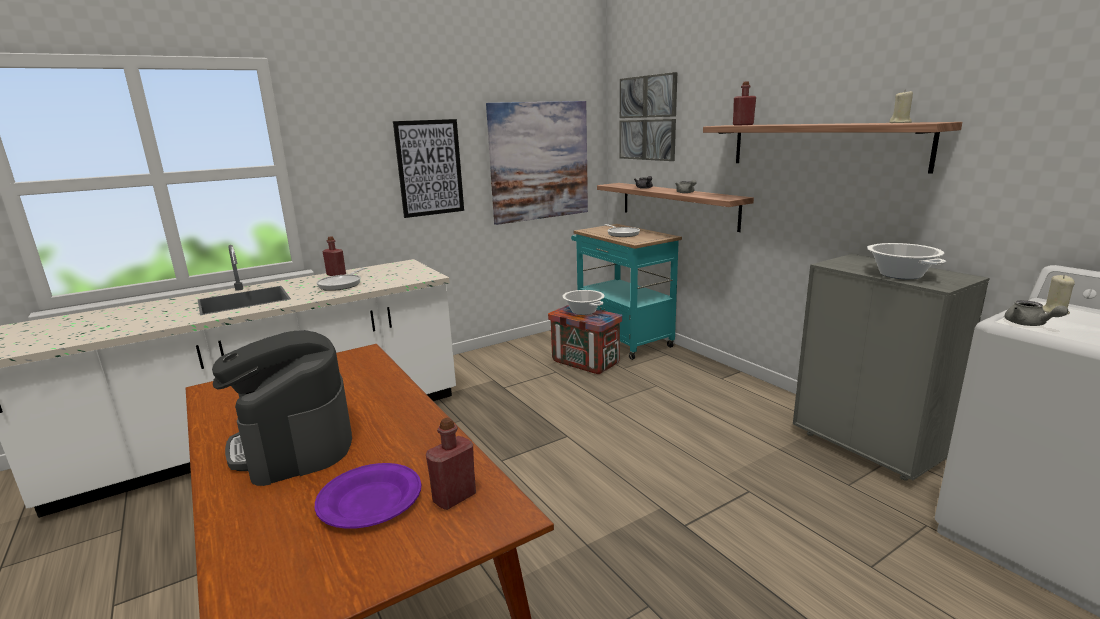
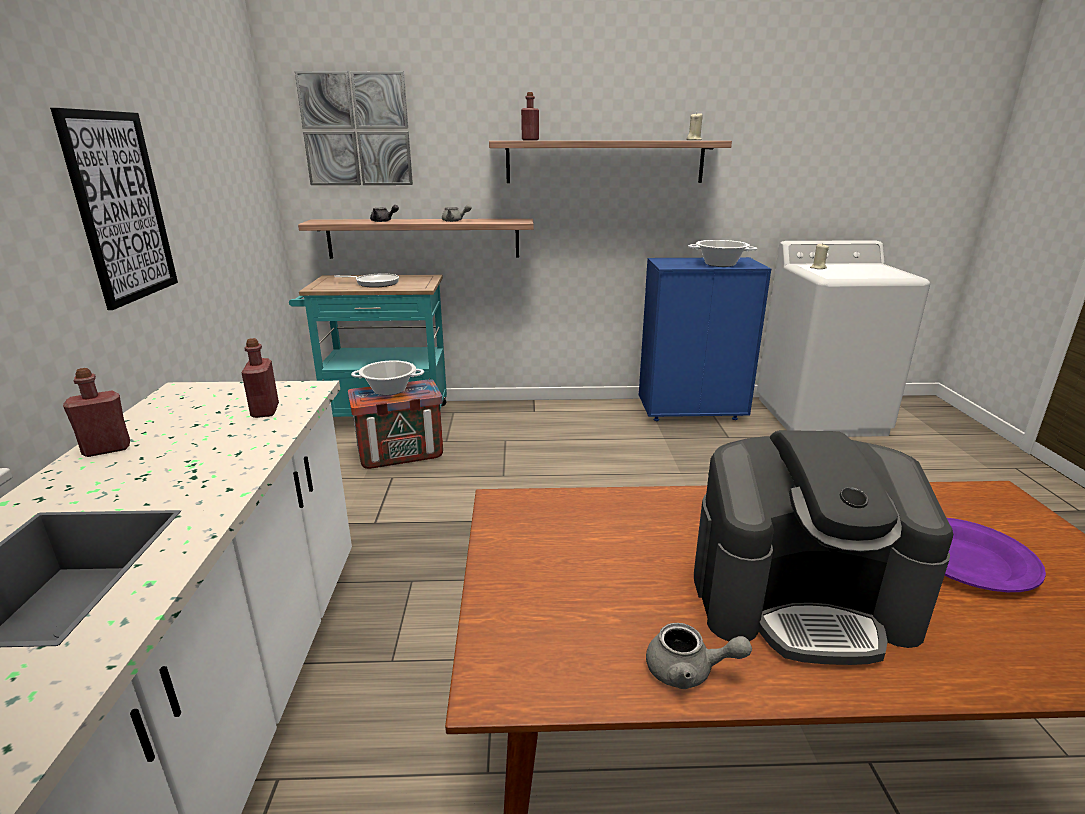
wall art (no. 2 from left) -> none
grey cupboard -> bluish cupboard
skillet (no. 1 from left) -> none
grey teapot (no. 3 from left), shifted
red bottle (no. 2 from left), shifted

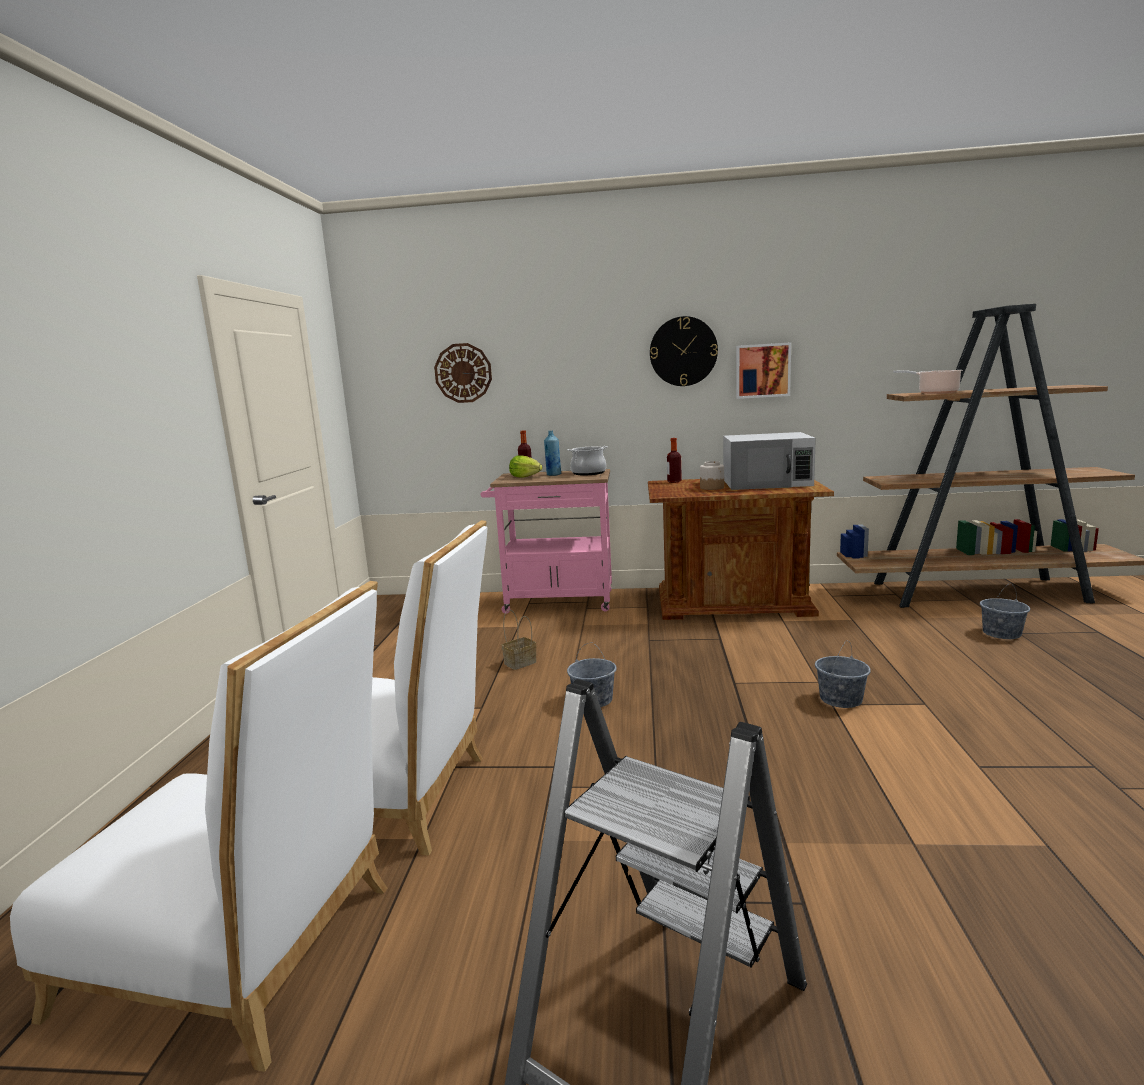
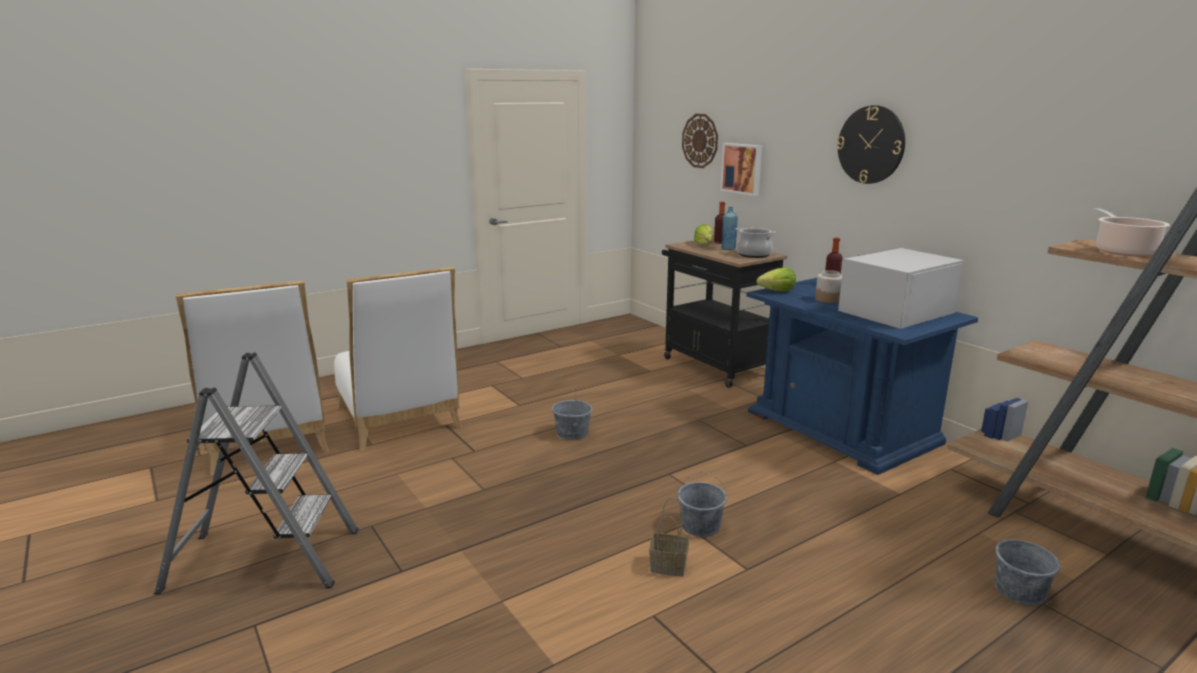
wall art, shifted
white-coloured kitchen microwave, 90 degrees clockwise
pink wheeled cart -> black wheeled cart
brown cupboard -> bluish cupboard
storage basket, shifted
none -> lettuce (no. 2 from left)

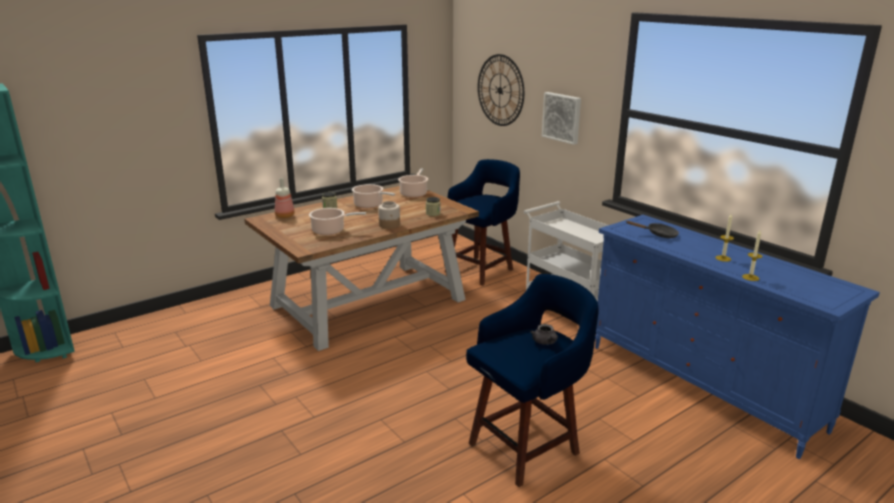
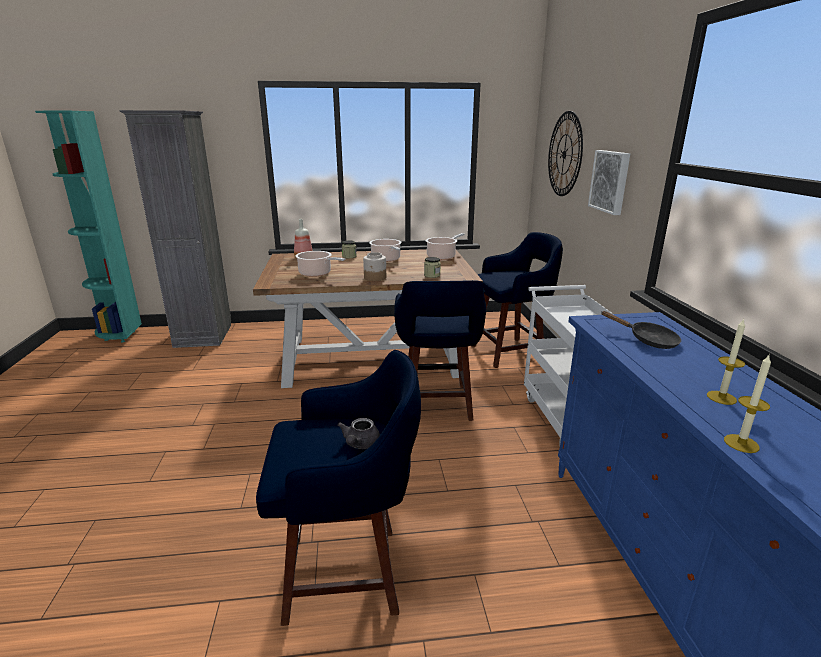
none -> grey cupboard
none -> bluish stool seat (no. 2 from left)

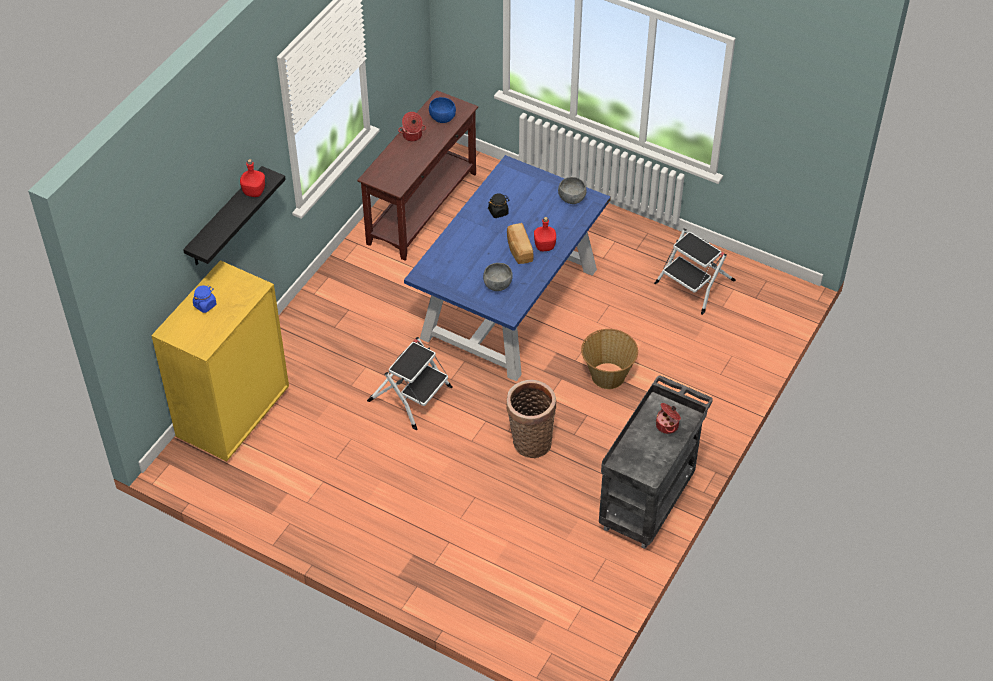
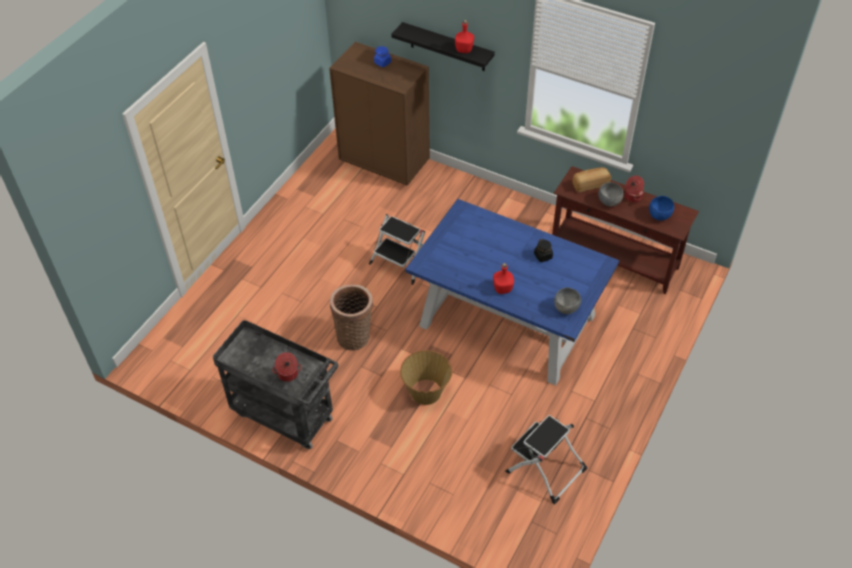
bread, shifted
yellow cupboard -> brown cupboard
grey serving bowl (no. 1 from left in the first image) -> grey serving bowl (no. 2 from left), shifted

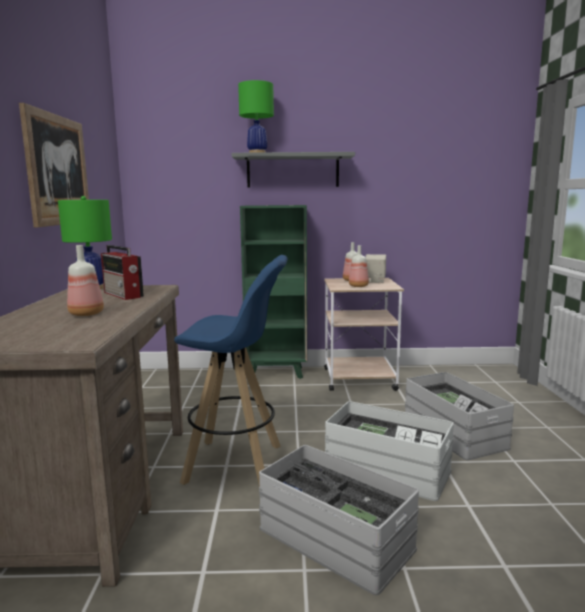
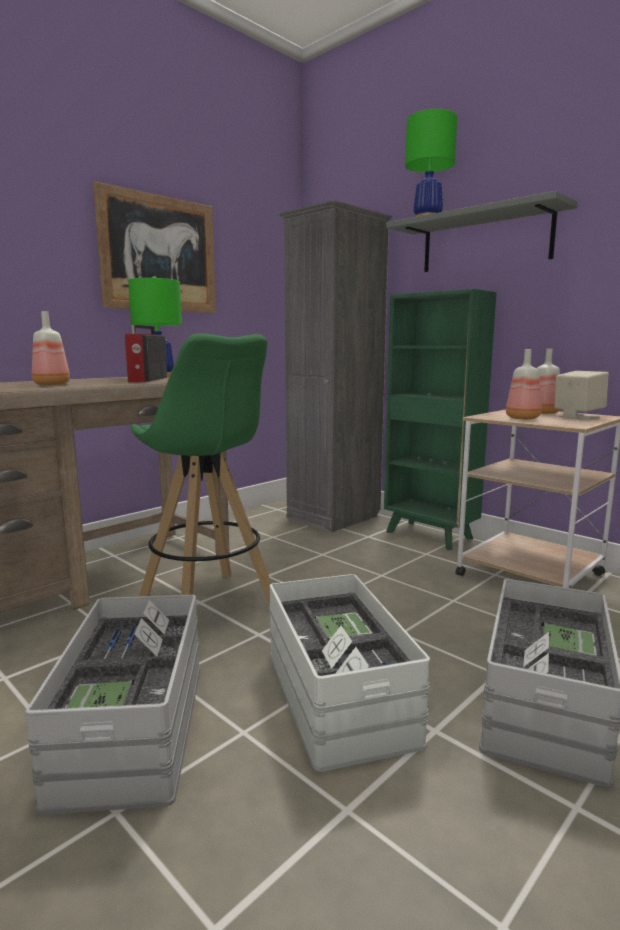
bluish stool seat -> greenish stool seat
none -> grey cupboard

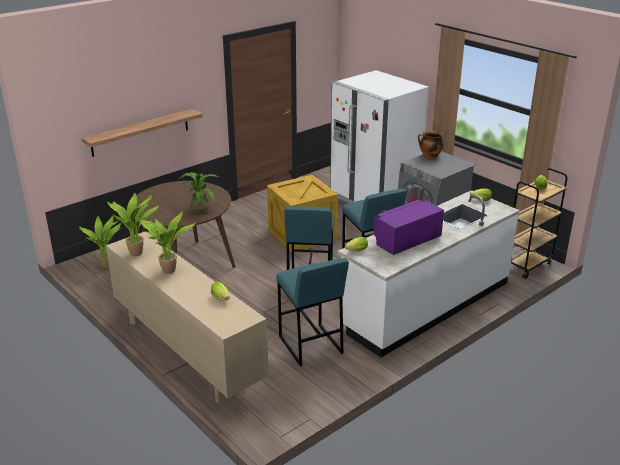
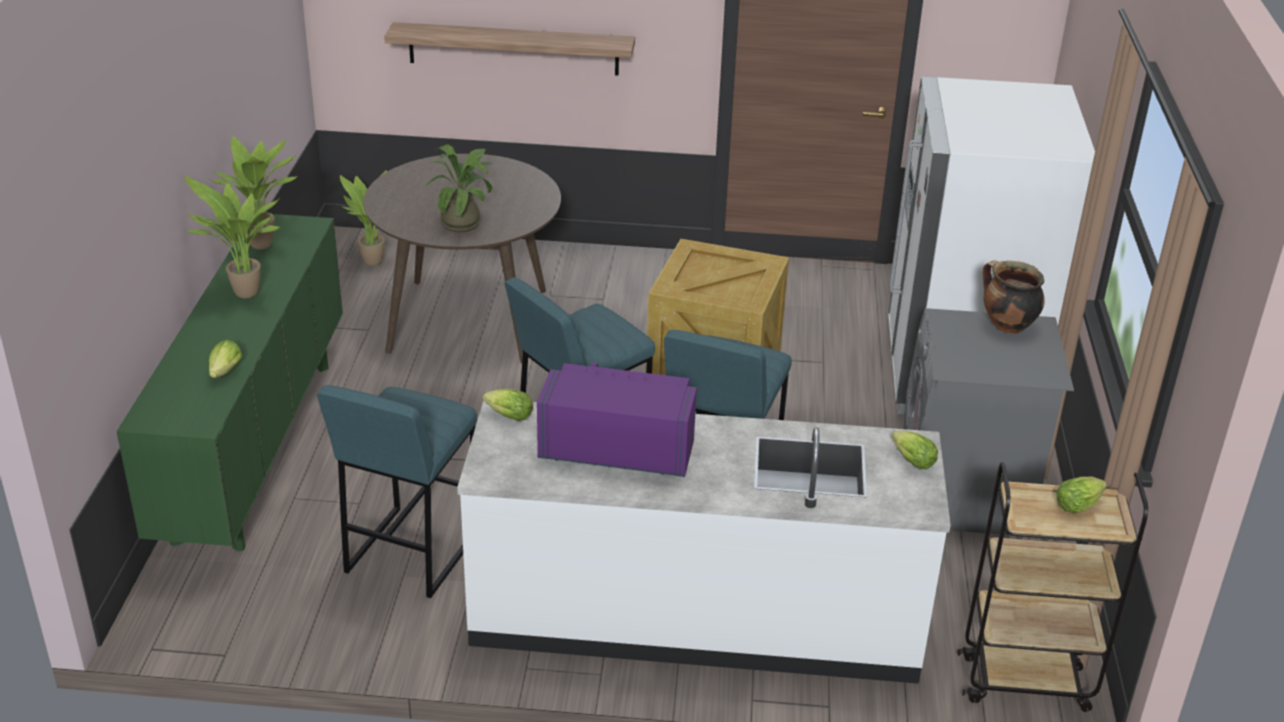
sand-coloured cupboard -> greenish cupboard

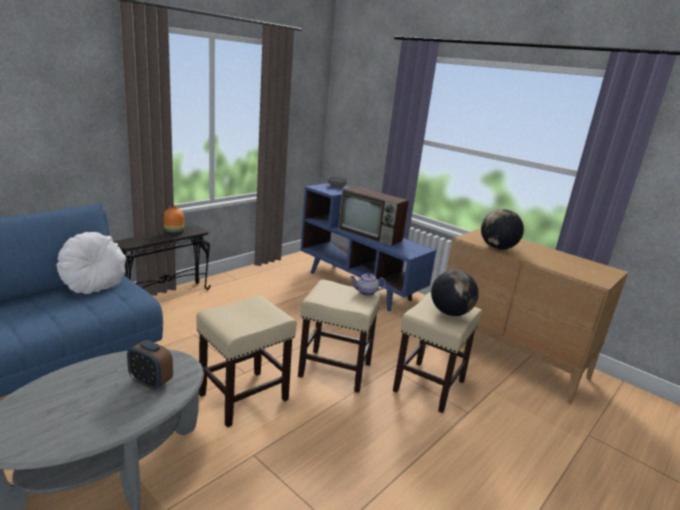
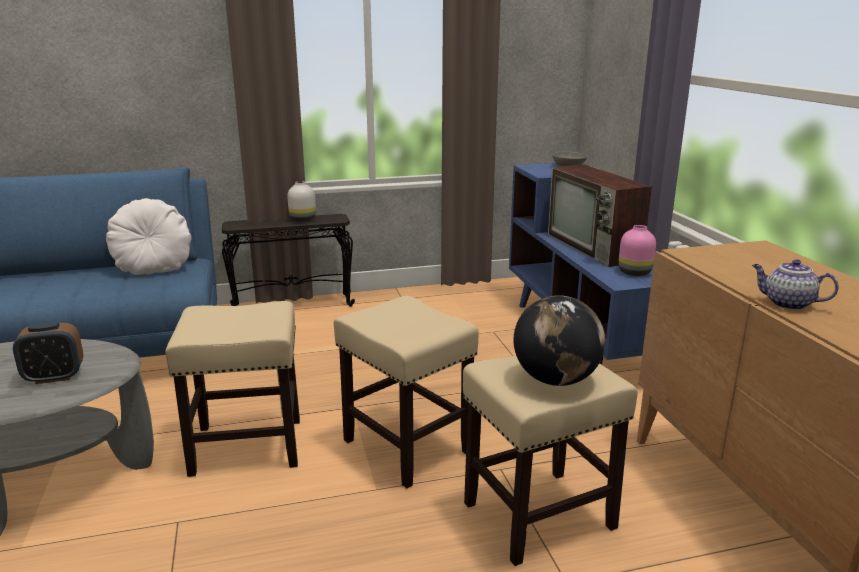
orange vase -> white-coloured vase
globe (no. 2 from left) -> none
teapot, shifted
table clock, 75 degrees counterclockwise
none -> pink vase

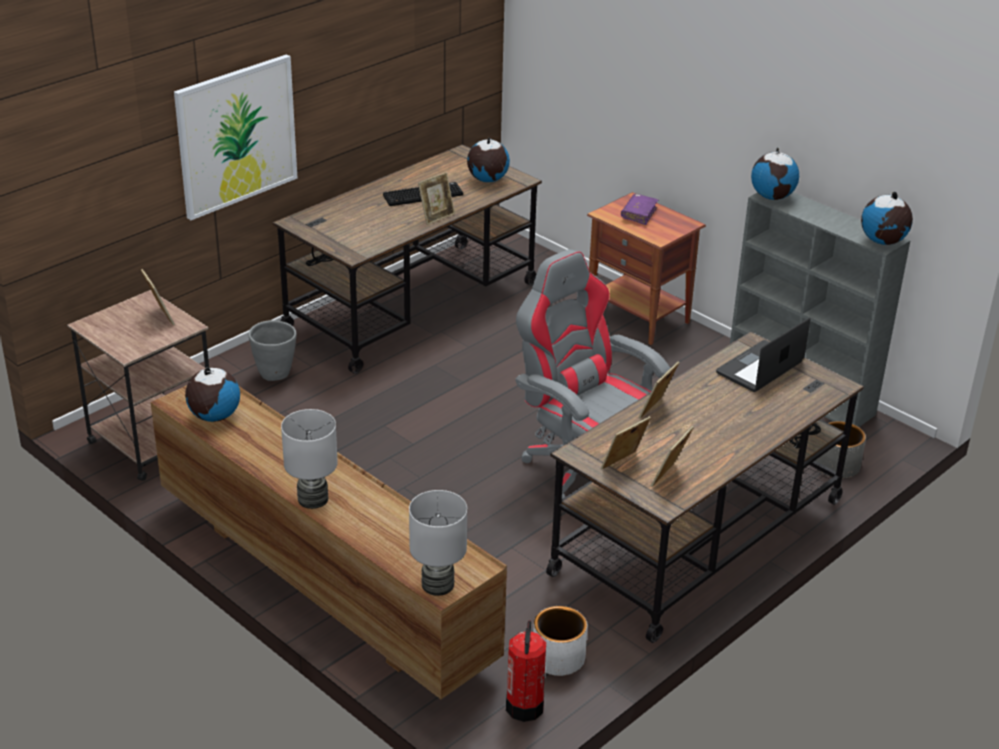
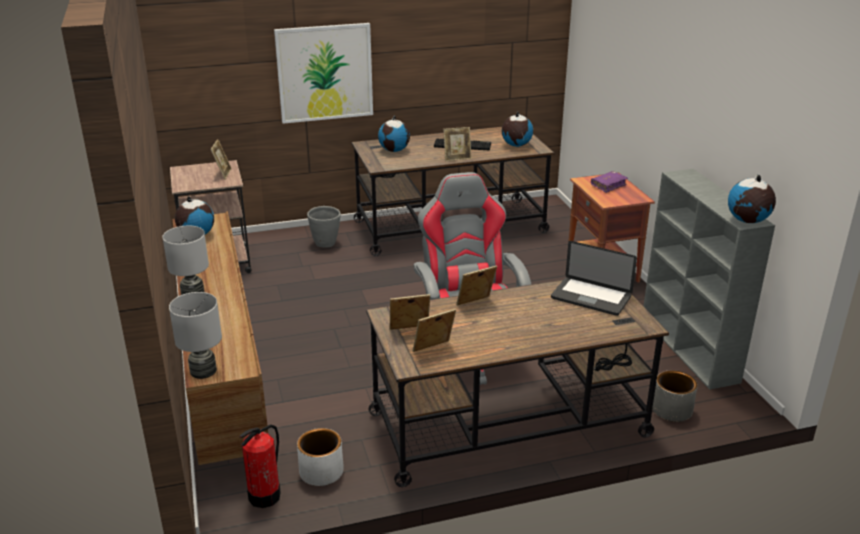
globe (no. 3 from left in the first image) -> globe (no. 2 from left), shifted
notebook computer, 135 degrees counterclockwise

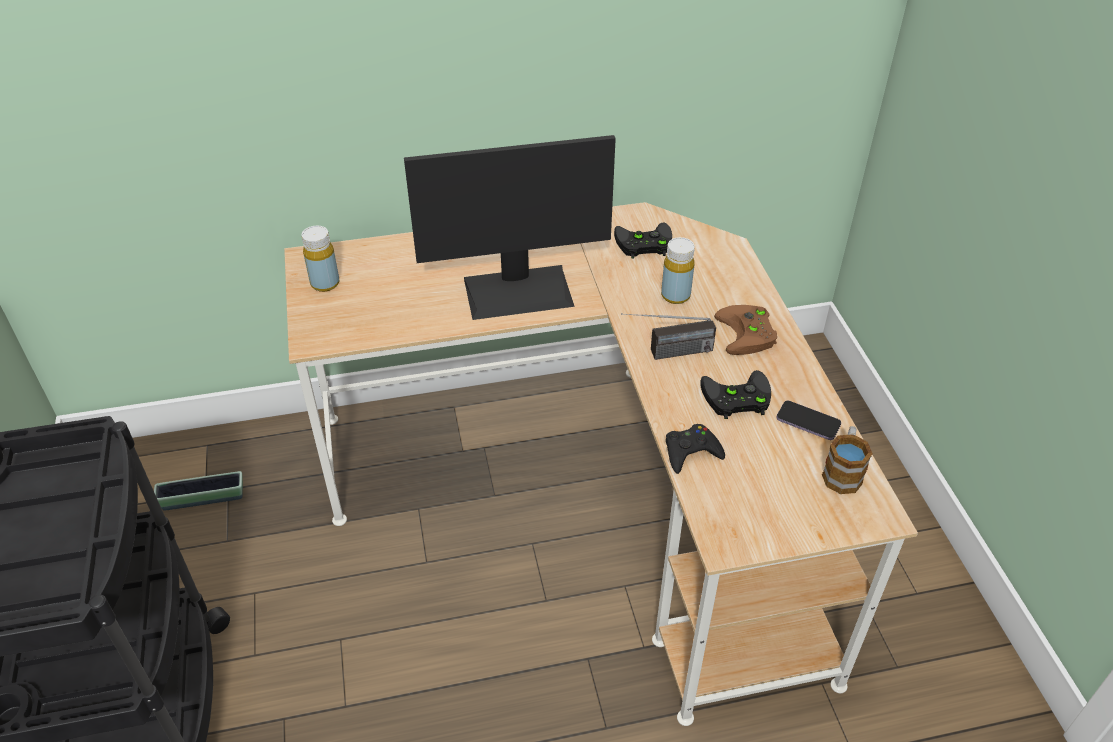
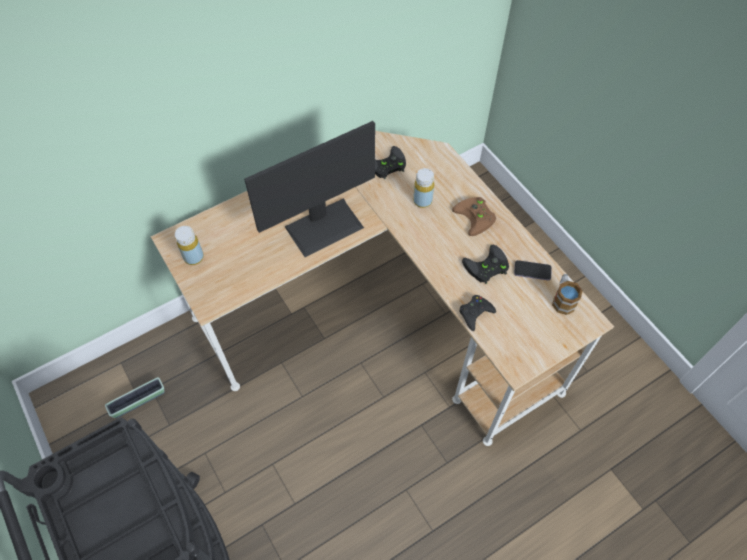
radio set -> none

